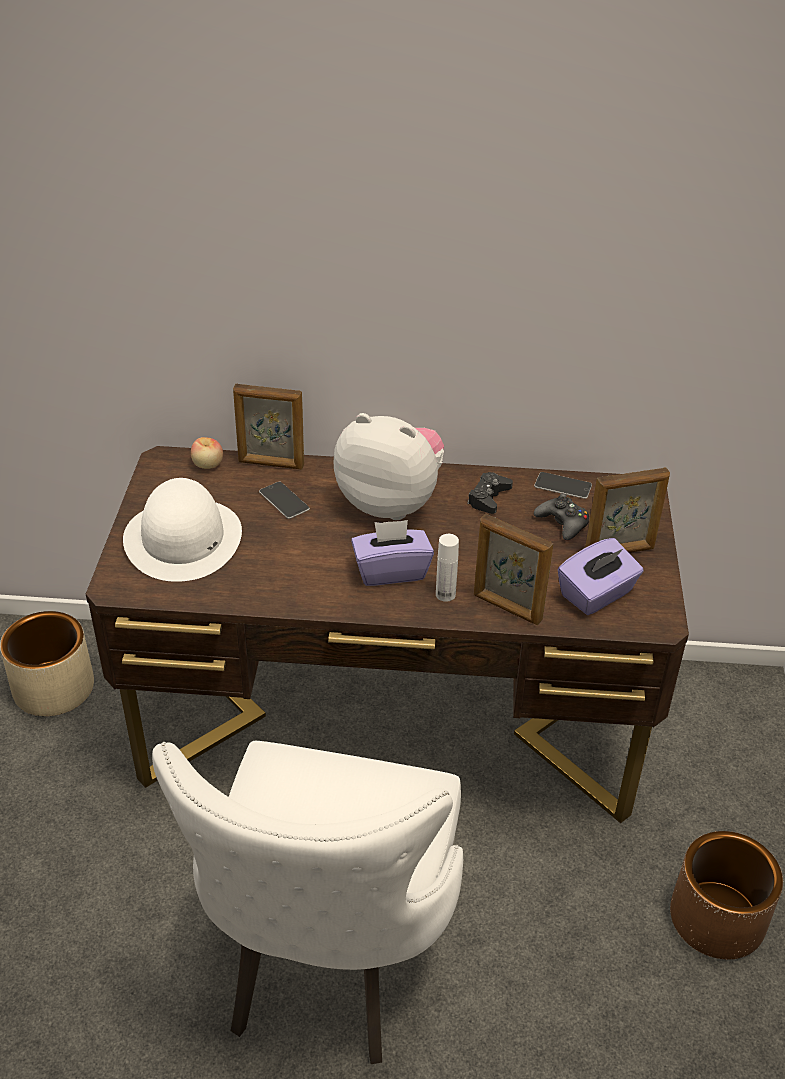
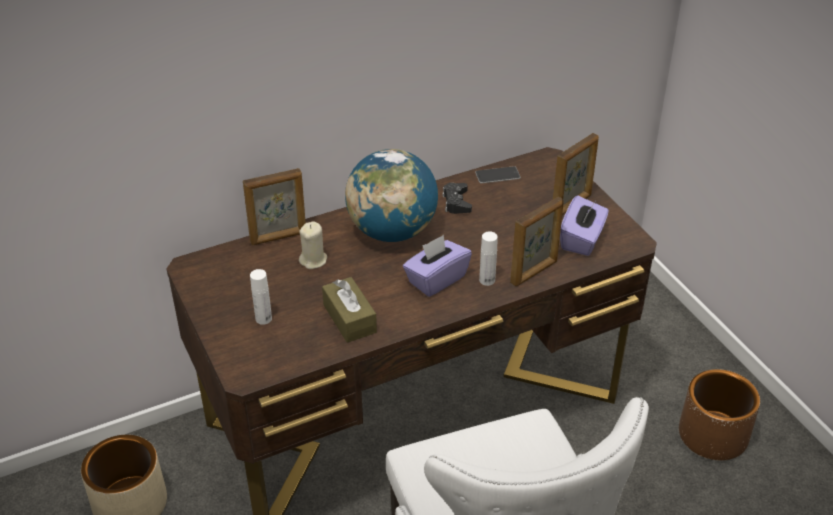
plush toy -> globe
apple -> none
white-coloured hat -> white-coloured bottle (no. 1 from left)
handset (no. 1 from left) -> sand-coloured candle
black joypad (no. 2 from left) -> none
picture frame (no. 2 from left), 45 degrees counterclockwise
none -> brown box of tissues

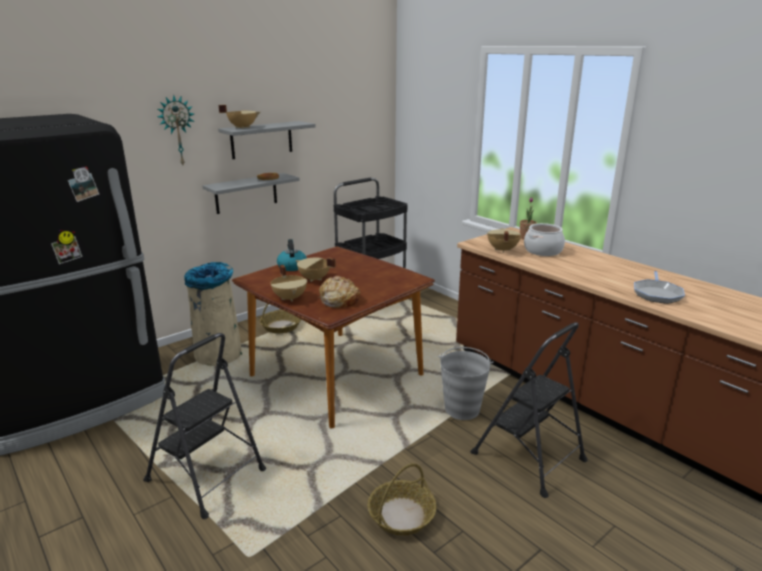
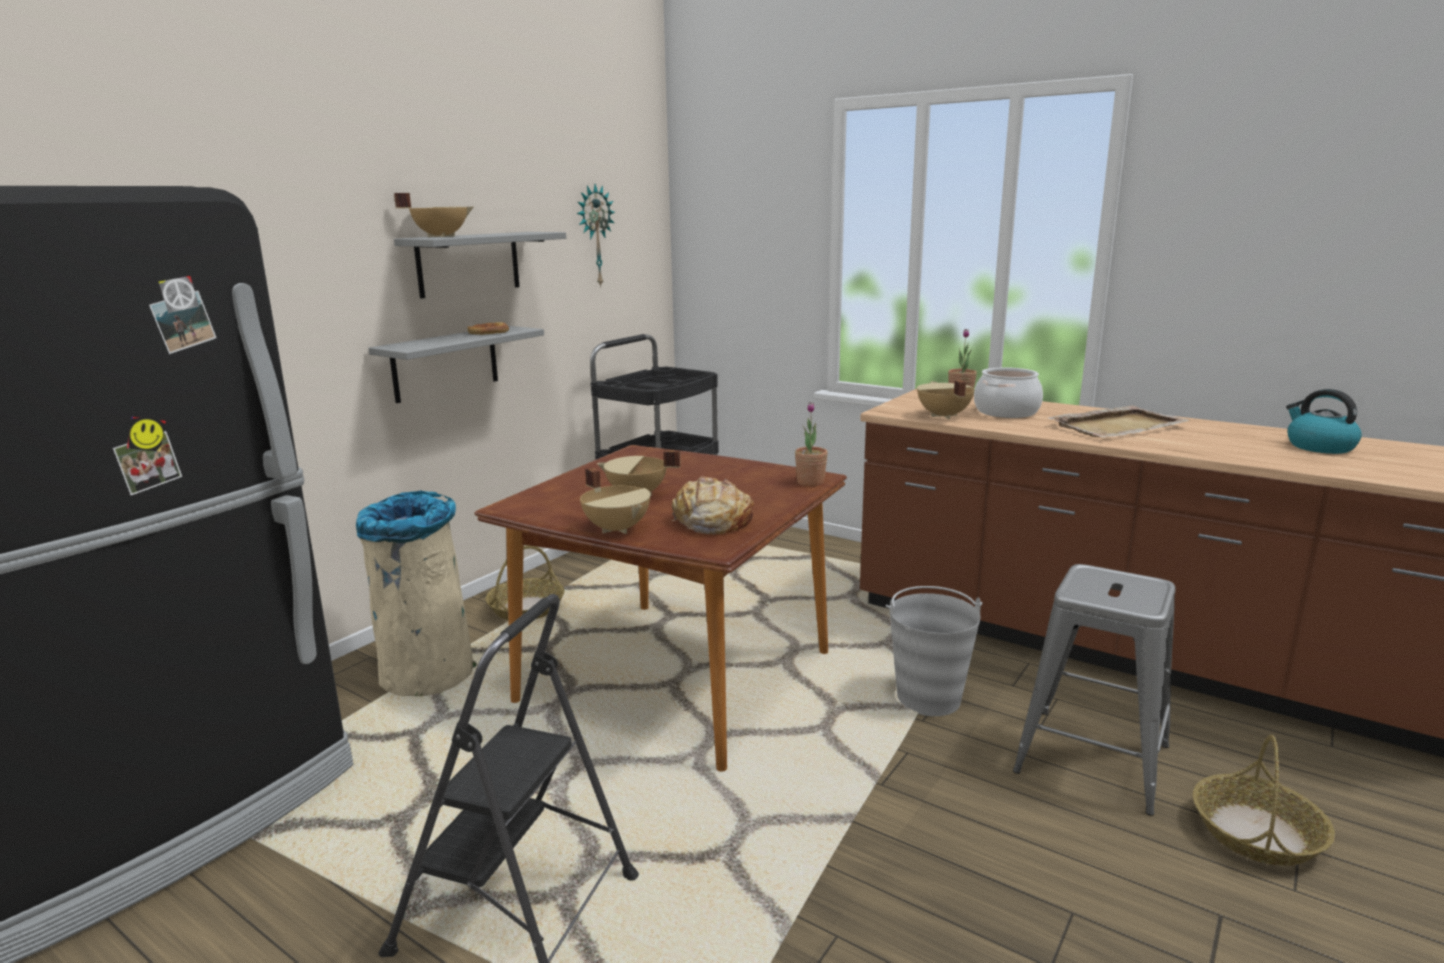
wall clock, shifted
water kettle, shifted
skillet -> none
black step ladder (no. 2 from left) -> grey stool seat
storage basket (no. 2 from left), shifted
none -> plant in a pot (no. 1 from left)
none -> sand-coloured serving tray

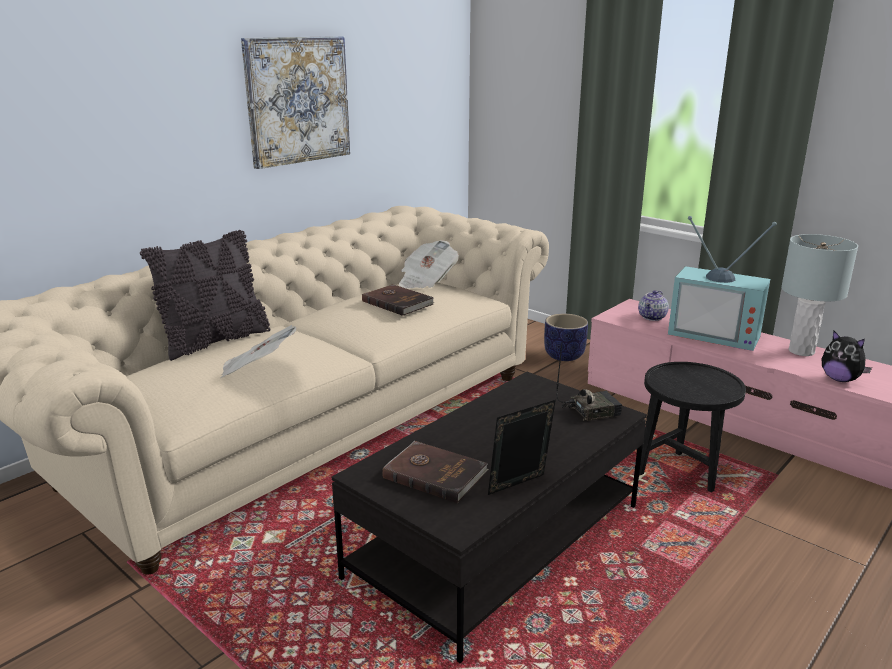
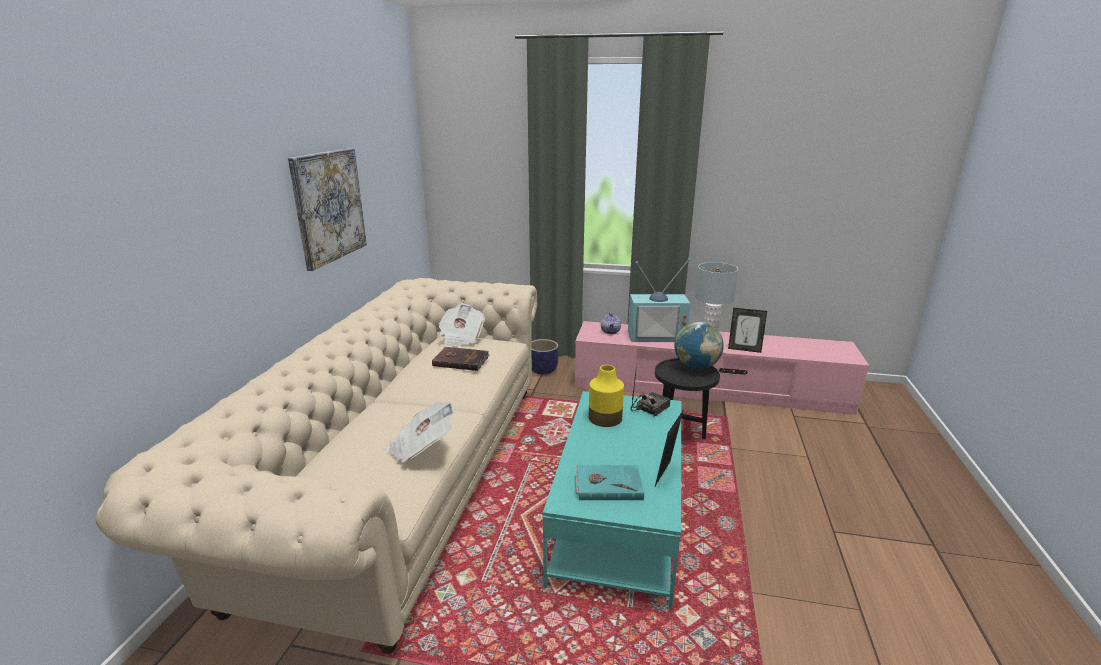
black pillow -> none
plush toy -> picture frame (no. 2 from left)
black coffee table -> turquoise-coloured coffee table
brown volume (no. 2 from left) -> turquoise-coloured volume
none -> globe
none -> yellow vase

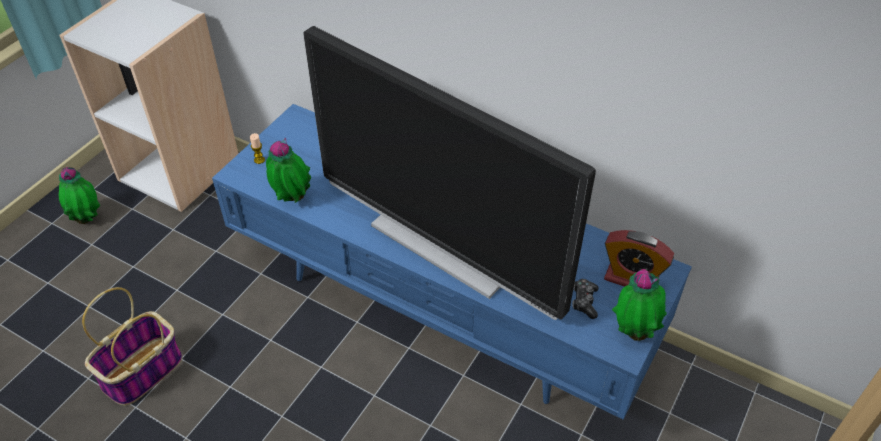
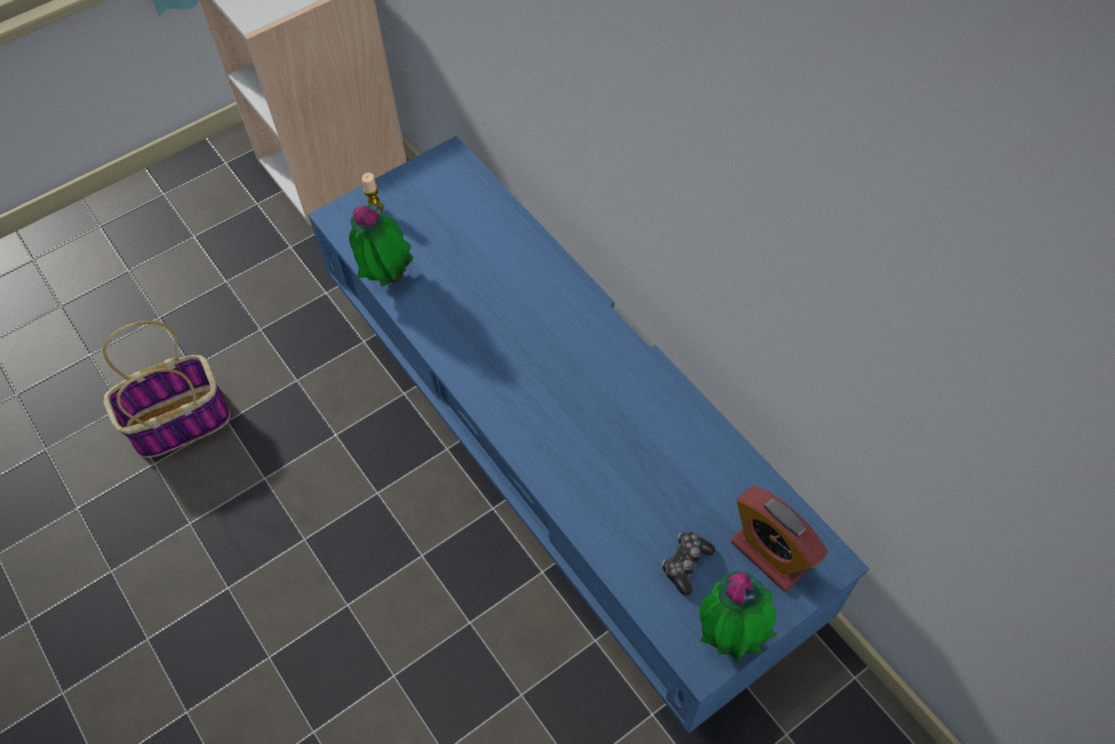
TV set -> none
plant in a pot (no. 1 from left) -> none

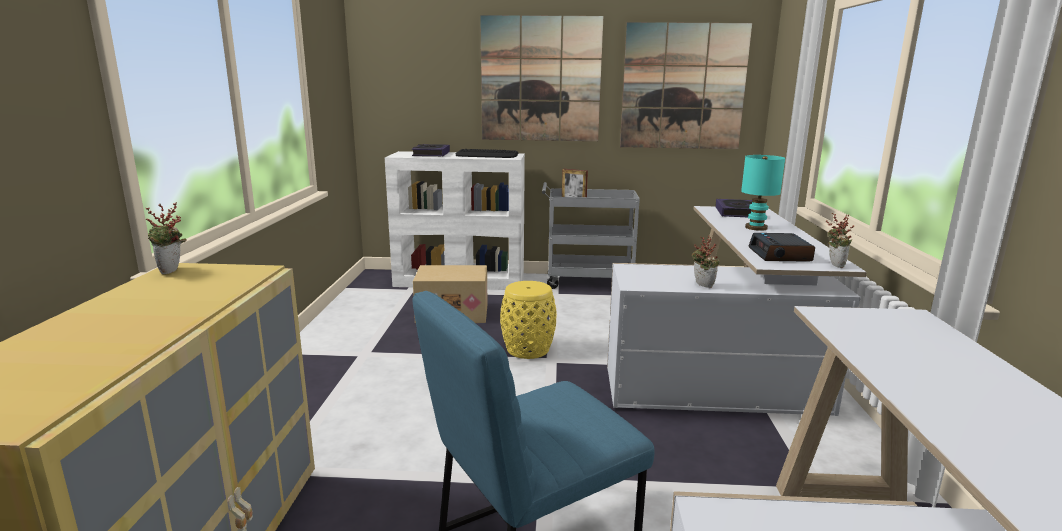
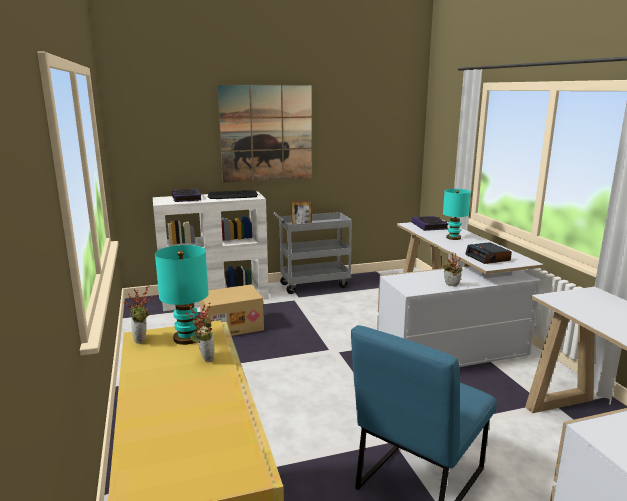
wall art (no. 2 from left) -> none
plant in a pot (no. 3 from left in the first image) -> plant in a pot (no. 2 from left), shifted
yellow stool seat -> none
none -> turquoise-coloured tabletop lamp (no. 1 from left)

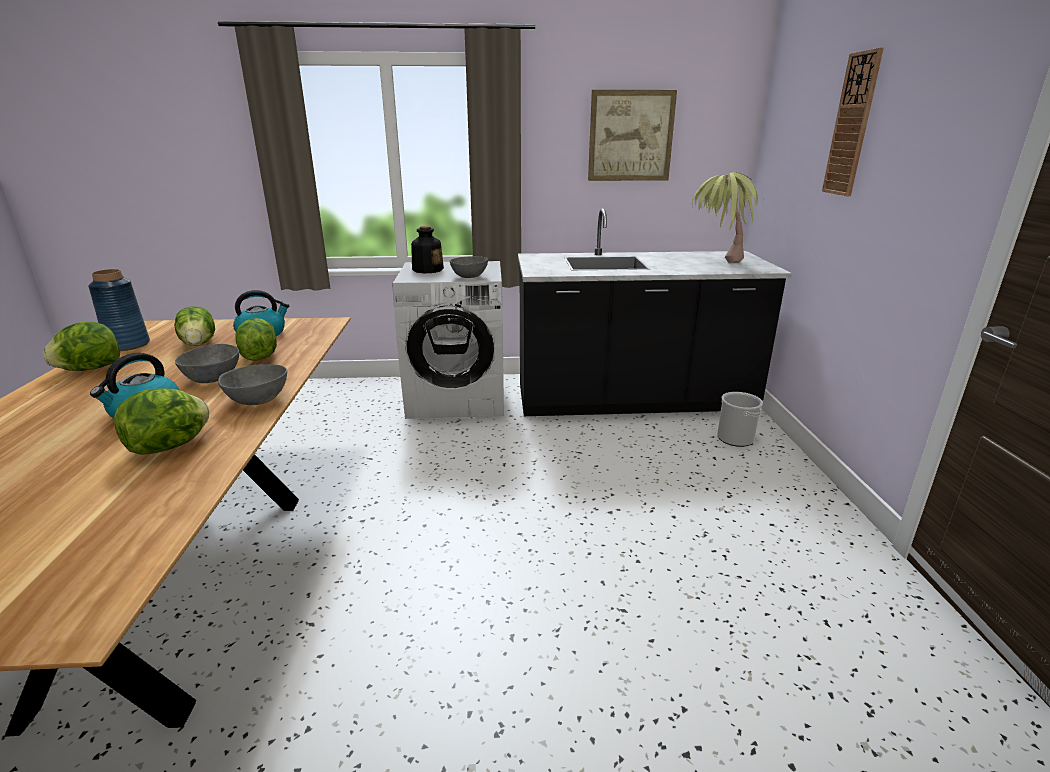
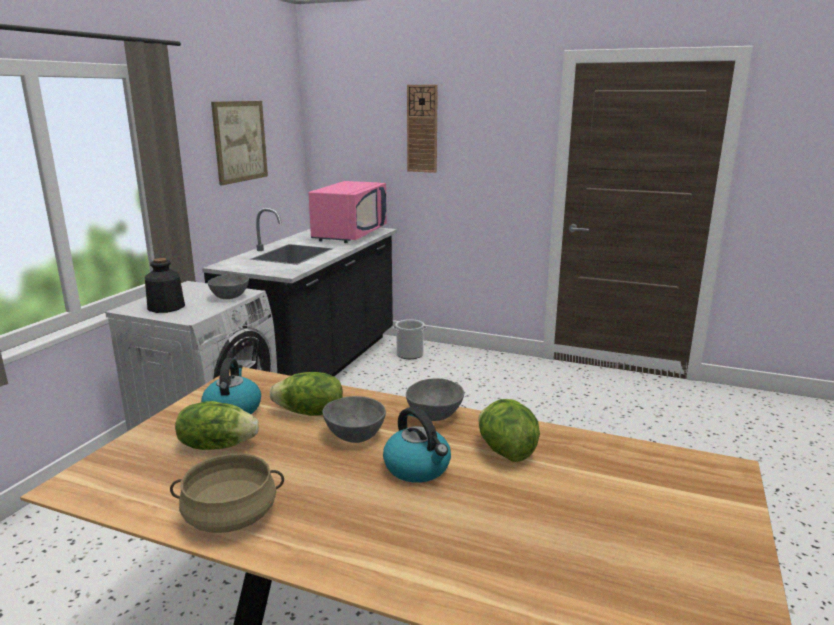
plant in a pot -> pink kitchen microwave
bluish vase -> none
lettuce (no. 1 from left) -> sand-coloured cooking pot

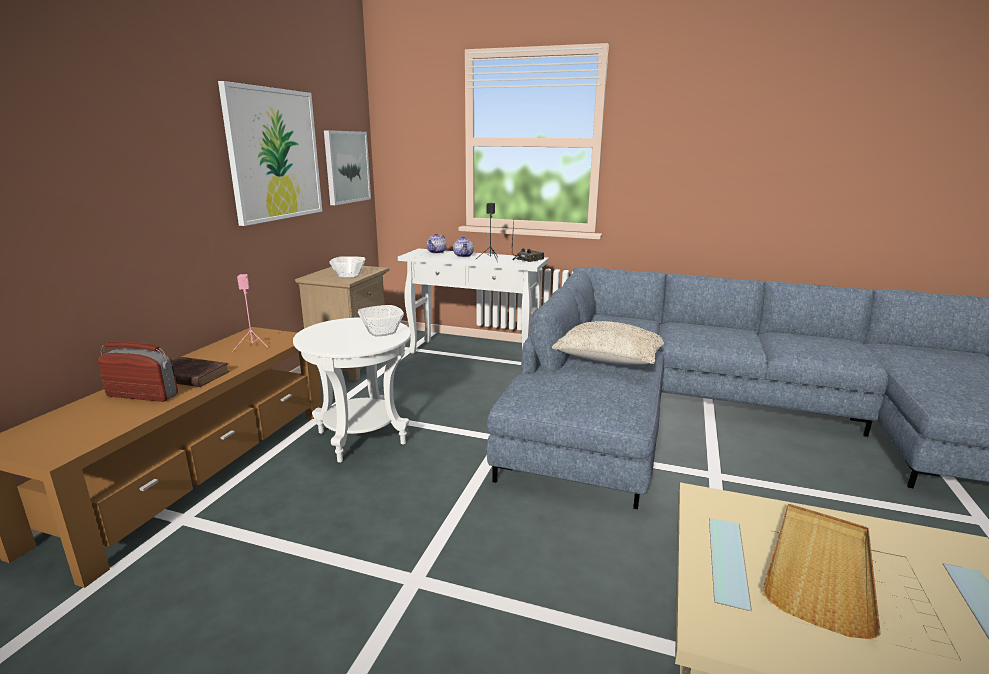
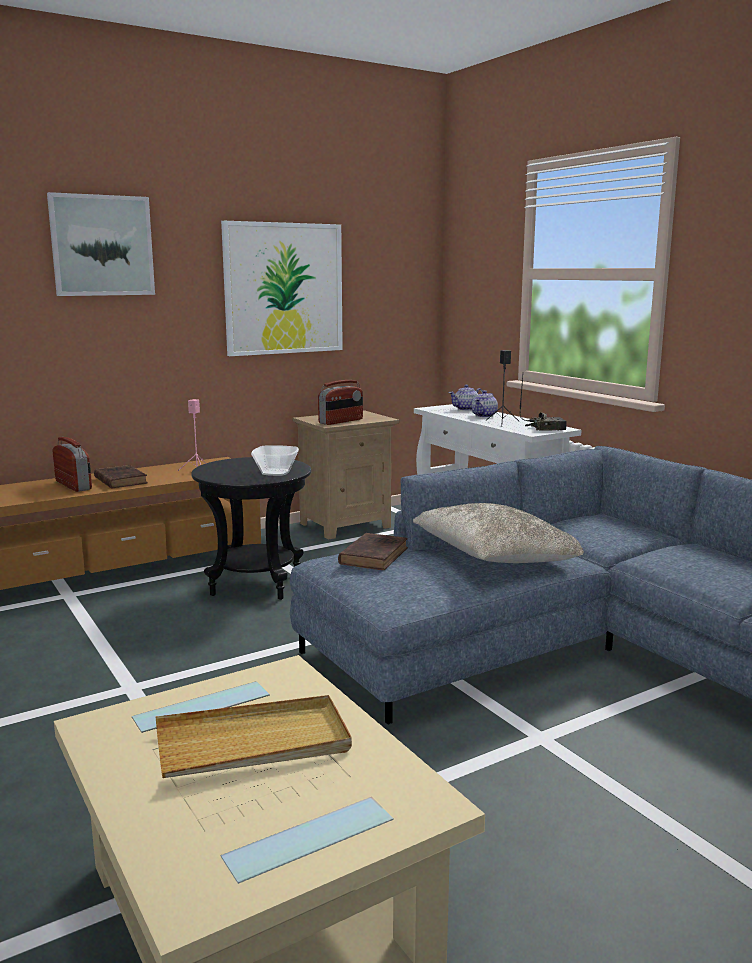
wall art (no. 2 from left in the first image) -> wall art (no. 1 from left), shifted
serving bowl (no. 1 from left) -> radio set (no. 2 from left)
white-coloured accent table -> black accent table
none -> brown volume (no. 2 from left)

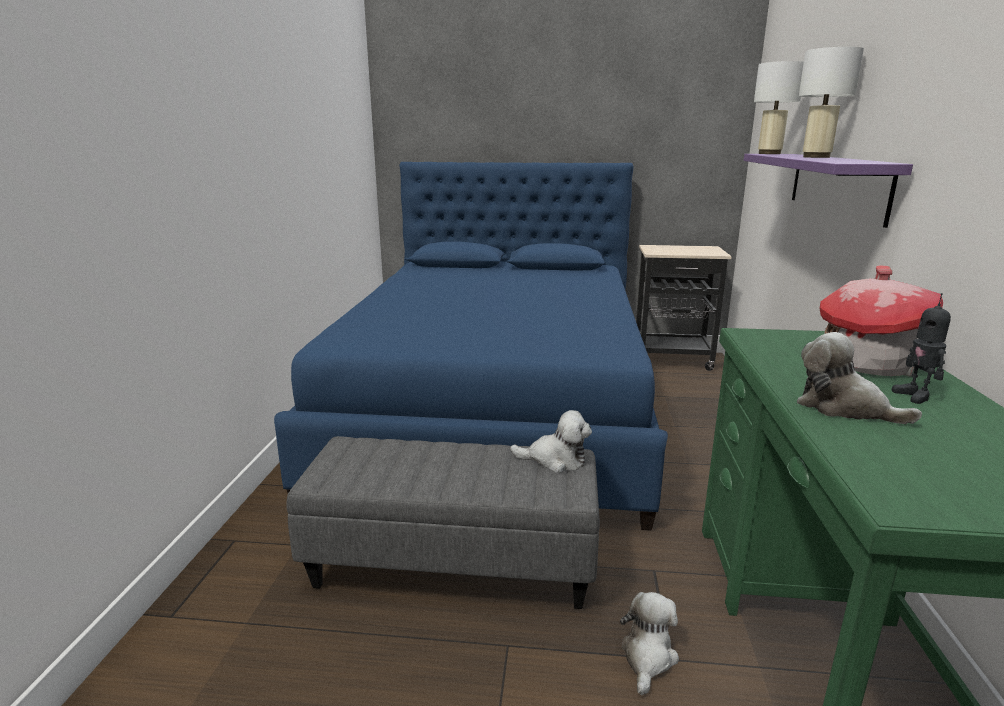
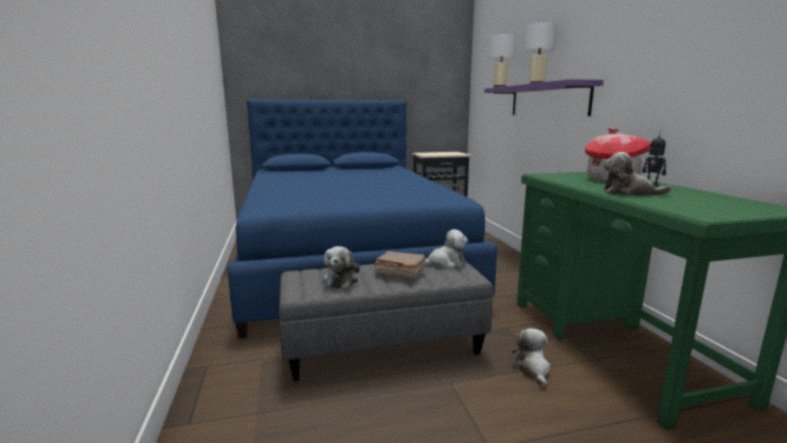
none -> plush toy (no. 1 from left)
none -> brown volume

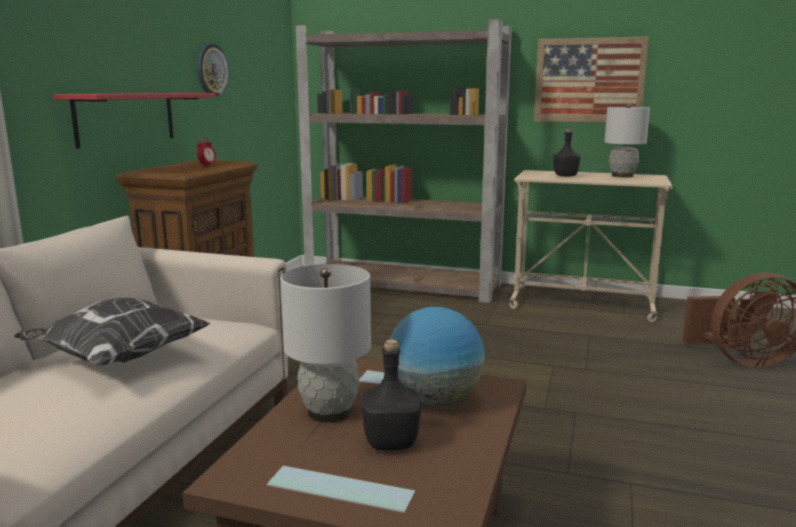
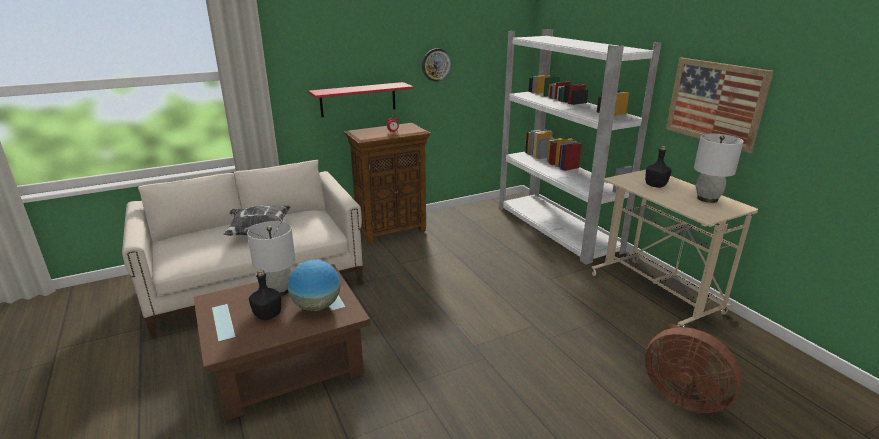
brown shelving unit -> white-coloured shelving unit

